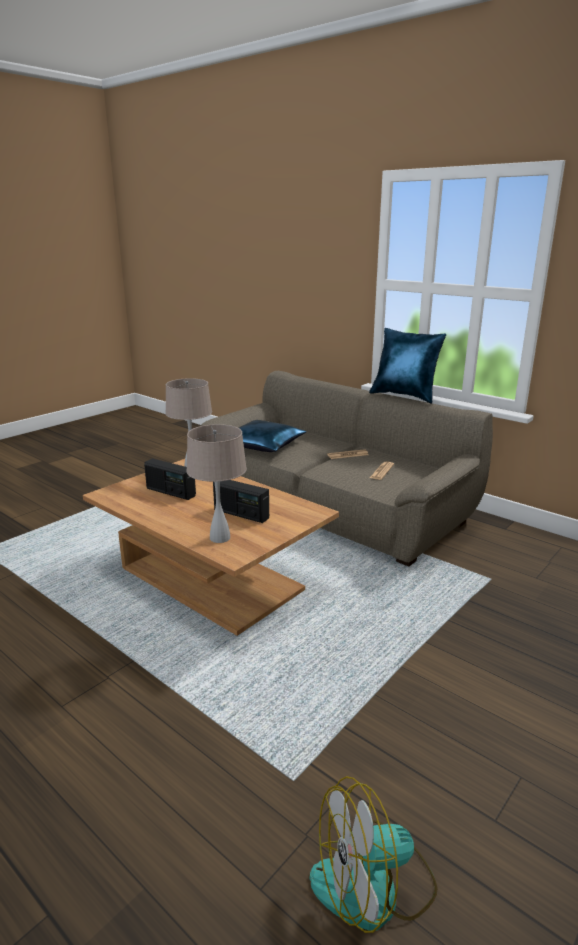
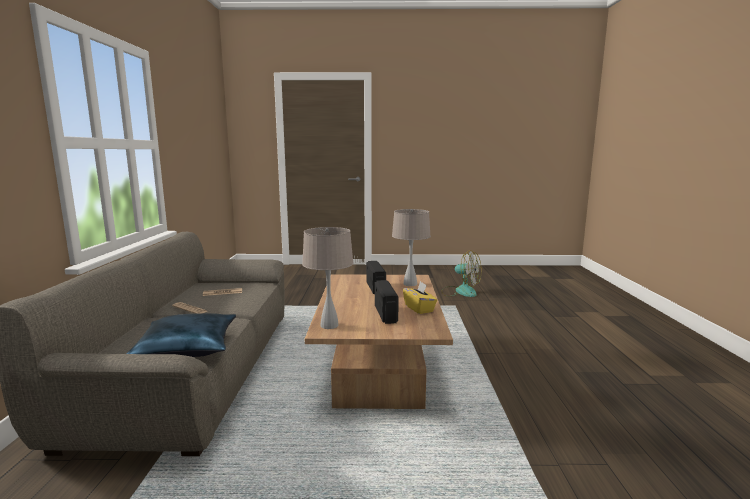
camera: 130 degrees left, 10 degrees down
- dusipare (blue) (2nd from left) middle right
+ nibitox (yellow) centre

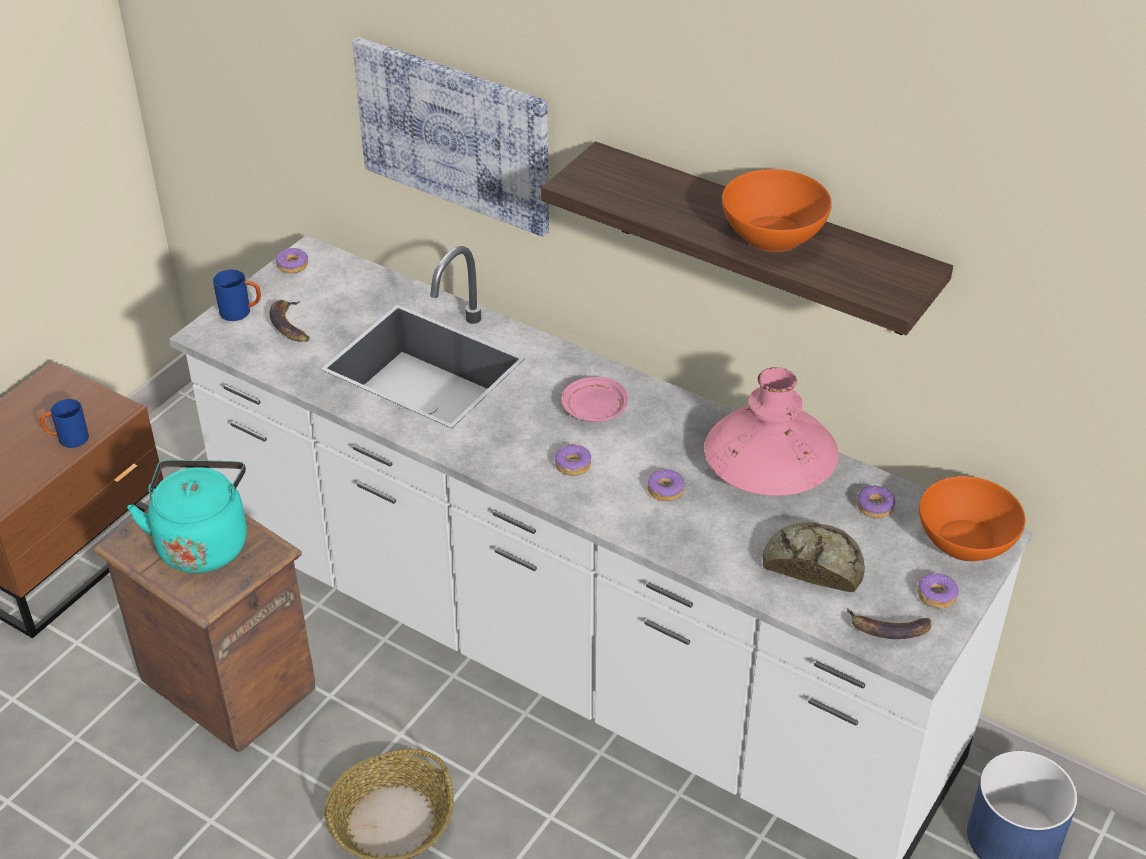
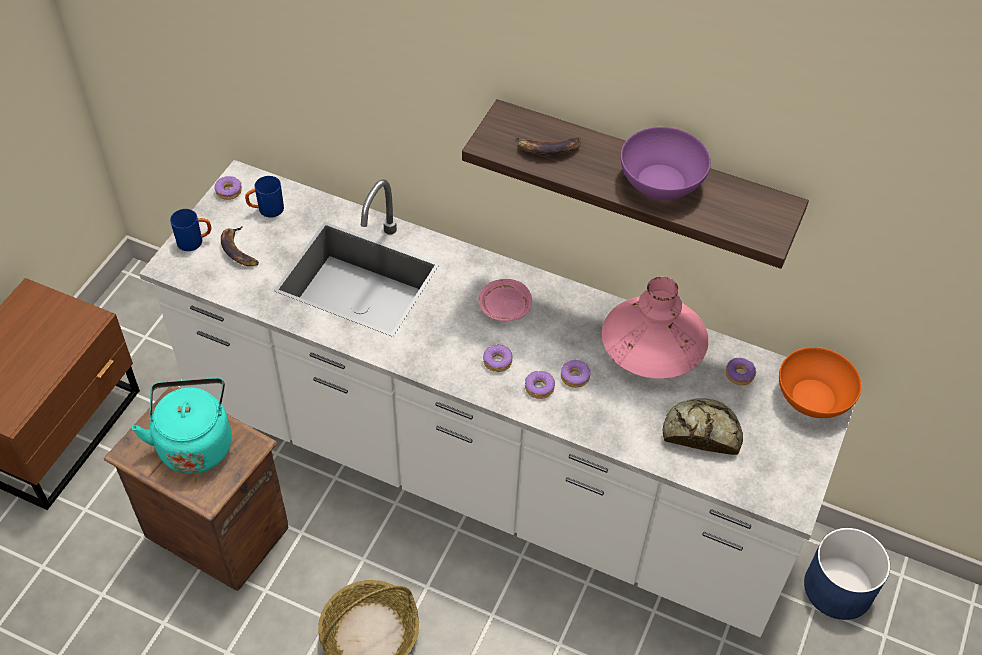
camera: 10 degrees left, 10 degrees up
- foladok top centre
~ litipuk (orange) (1st from left) top right to litipuk (purple) top right
~ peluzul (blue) (1st from left in the first image) middle left to peluzul (blue) (2nd from left) top left
~ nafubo (5th from left in the first image) bottom right to nafubo (3rd from left) centre
~ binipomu (2nd from left) bottom right to top centre

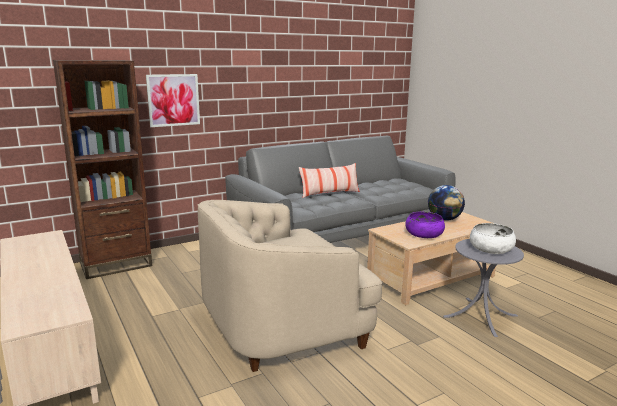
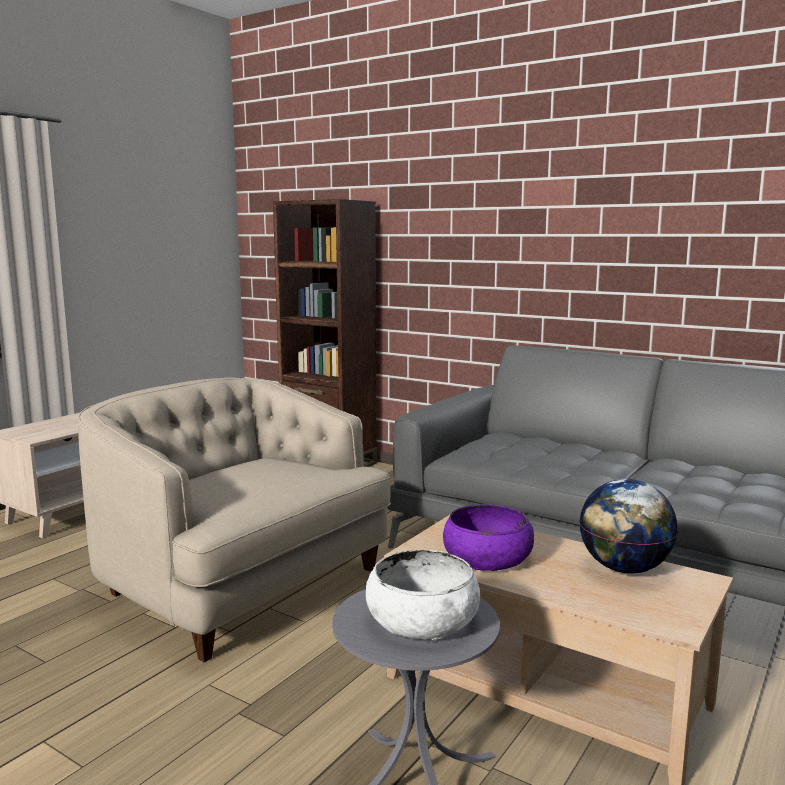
camera: 65 degrees right, 5 degrees down
- foladok top left
- dusipare centre

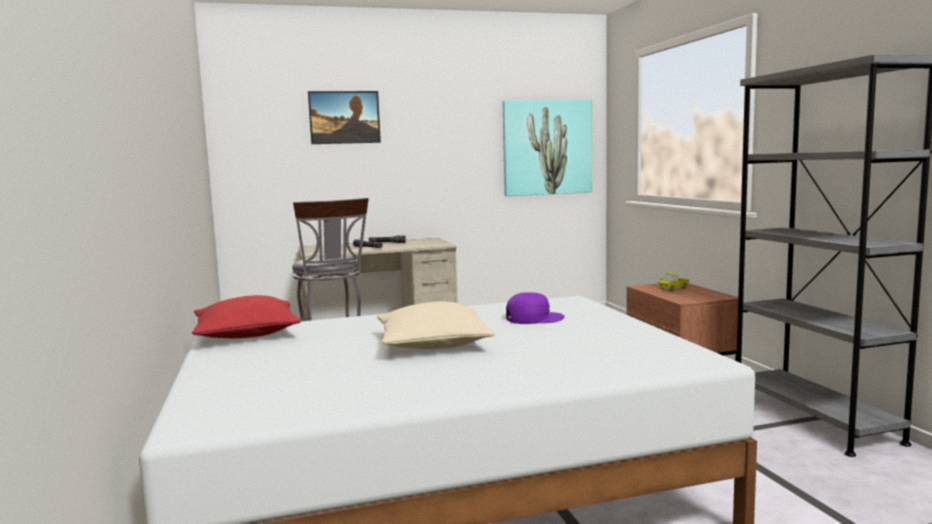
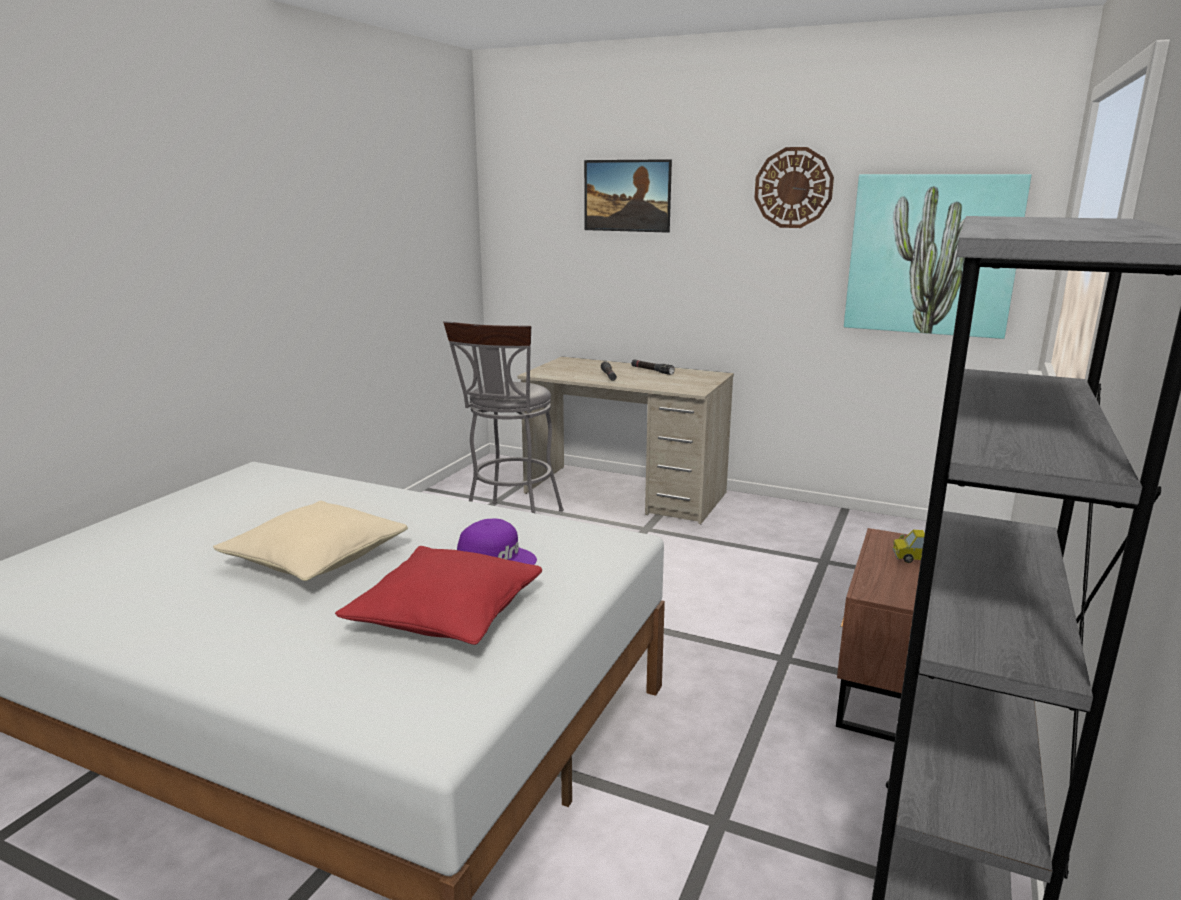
camera: 40 degrees right, 10 degrees up
~ dusipare (red) middle left to centre
+ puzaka top right

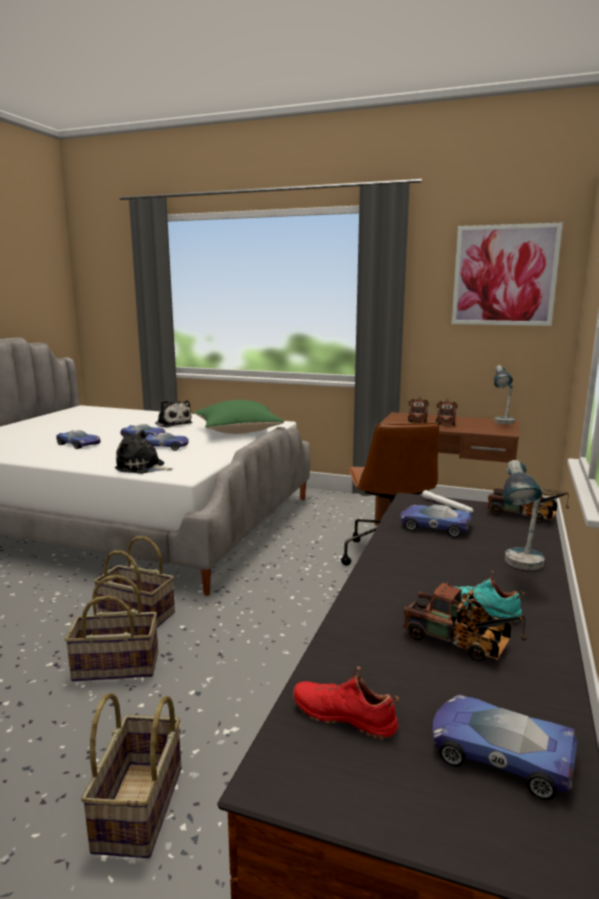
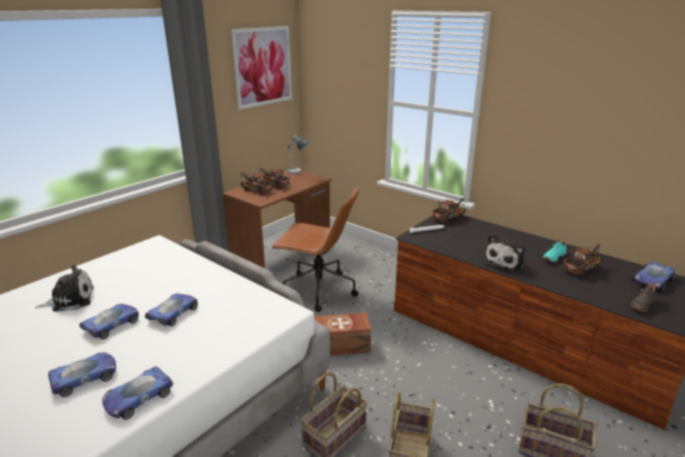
camera: 70 degrees left, 10 degrees up
- dusipare (green) centre
~ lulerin (1st from left in the first image) middle left to lulerin (2nd from left) middle right
- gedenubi (2nd from left) middle right
~ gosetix (4th from left in the first image) middle right to gosetix (3rd from left) bottom left
~ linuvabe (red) bottom centre to linuvabe (black) middle right
+ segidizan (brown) bottom centre

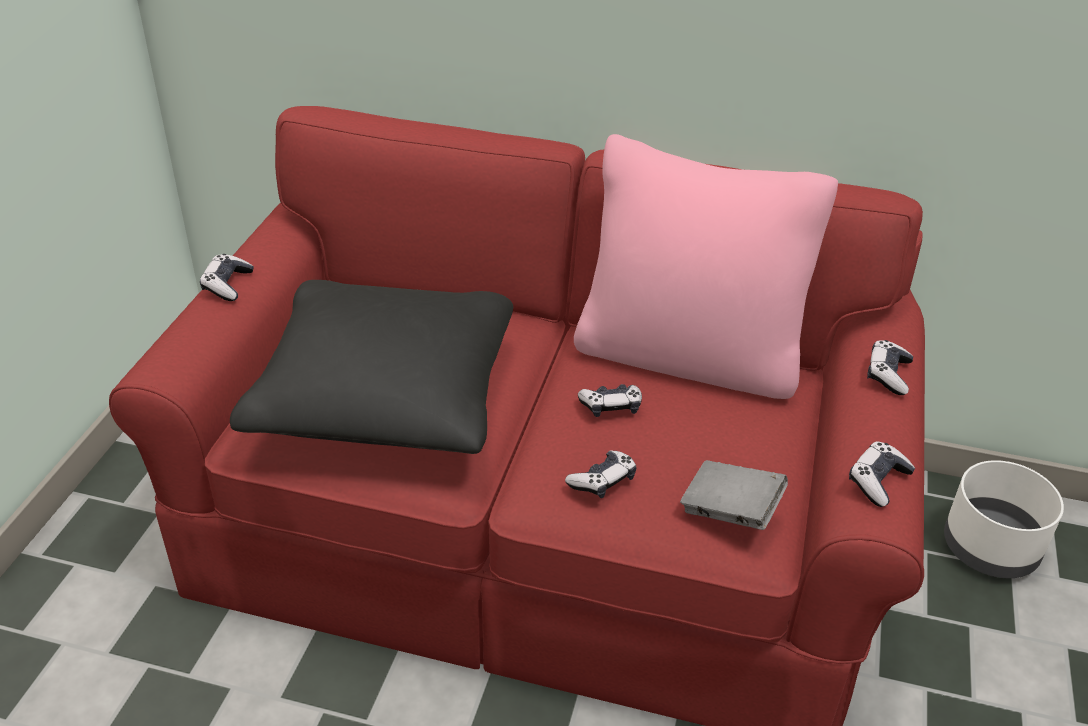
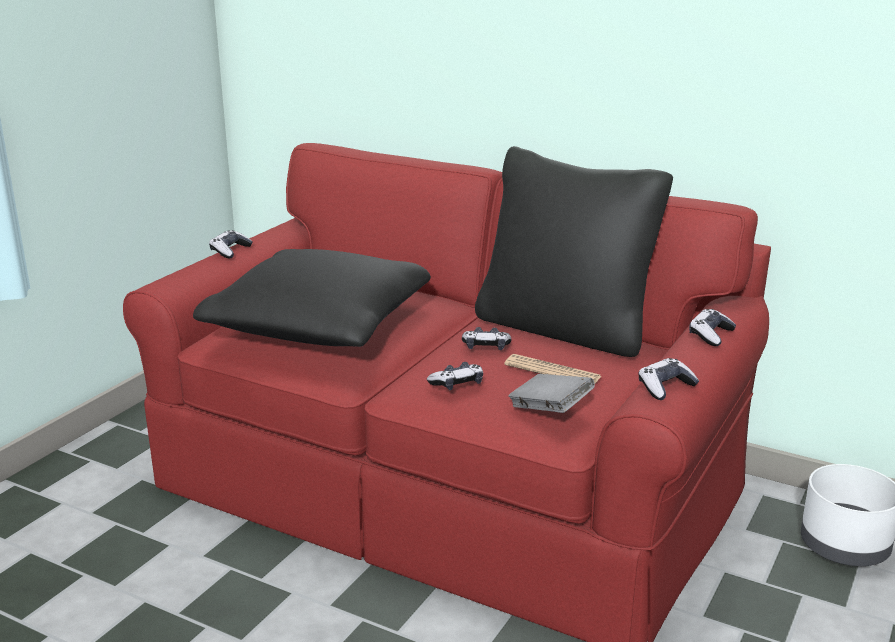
camera: 15 degrees right, 15 degrees down
~ dusipare (pink) centre to dusipare (black) (2nd from left) centre
+ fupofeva centre

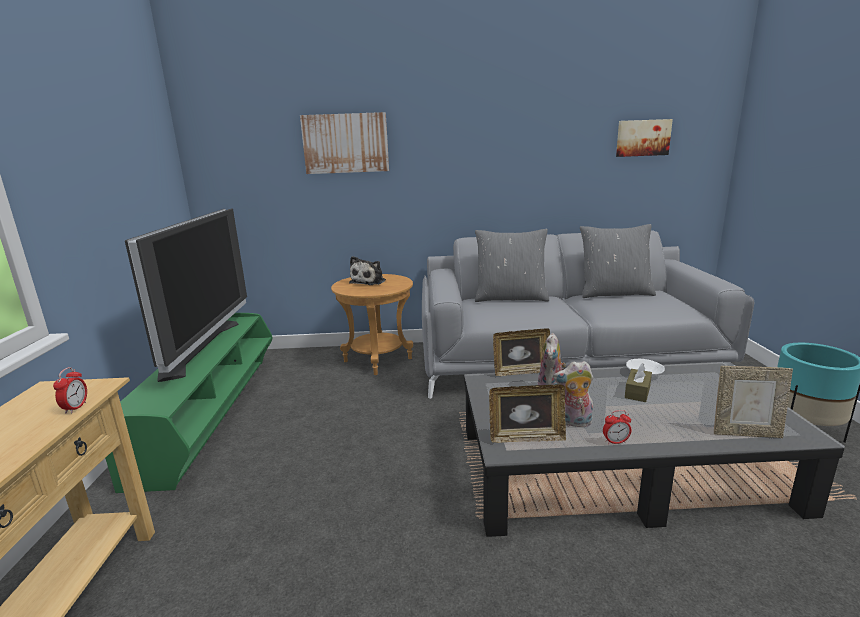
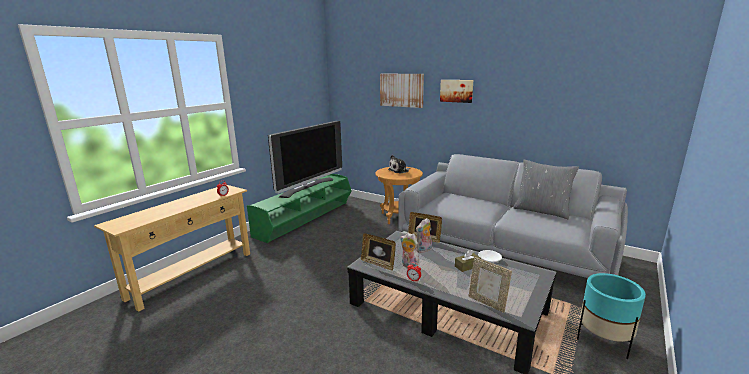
camera: 35 degrees right, 0 degrees up
~ foladok (2nd from left) top right to top centre
- dusipare (grey) (1st from left) centre

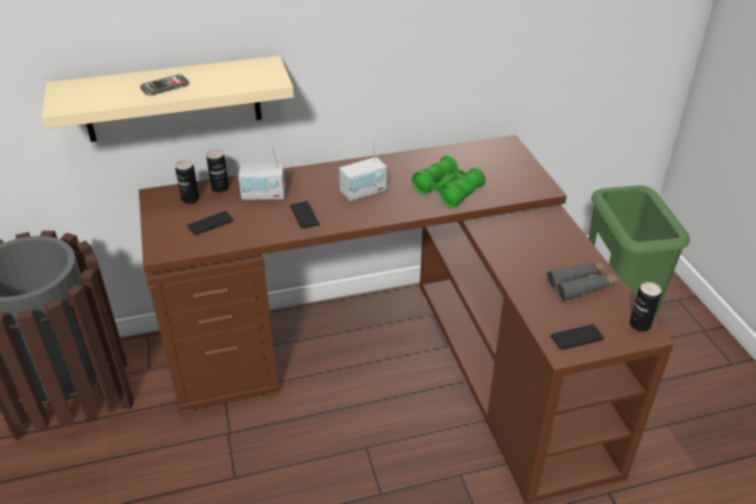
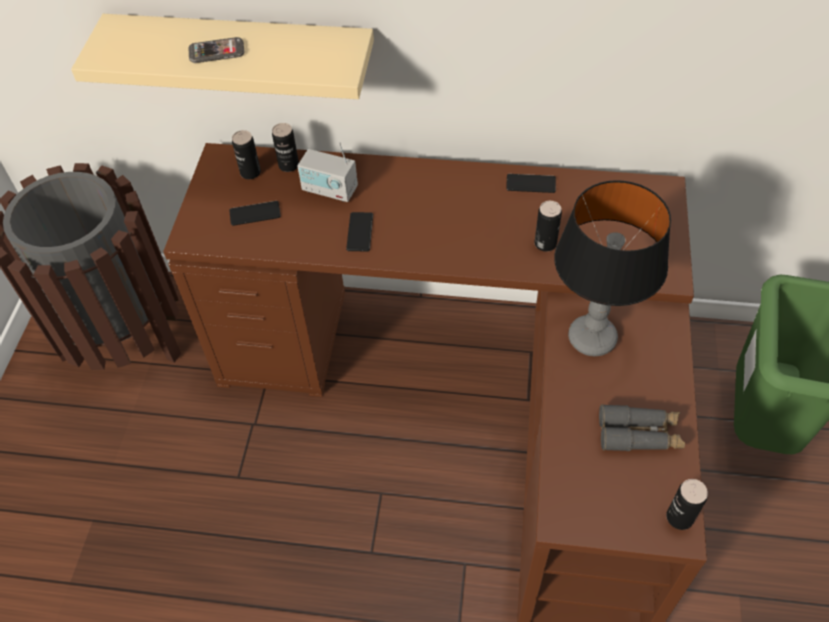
camera: 25 degrees right, 15 degrees up
- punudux (2nd from left) centre
~ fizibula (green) centre to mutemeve (3rd from left) centre
~ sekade (4th from left) bottom right to top centre
+ gedenubi middle right

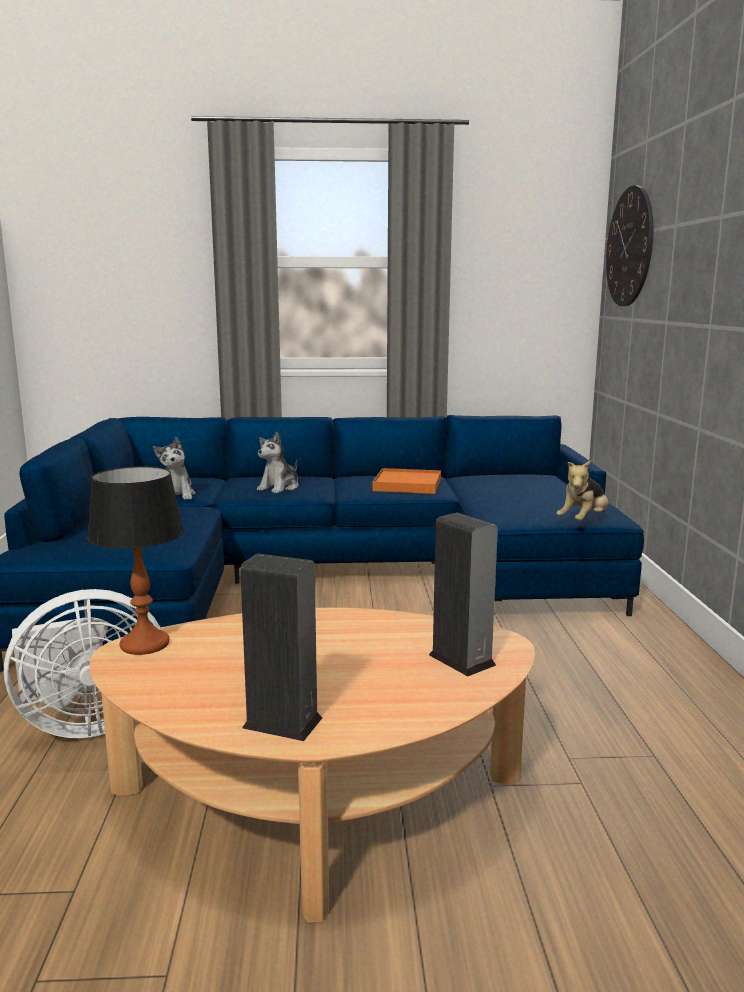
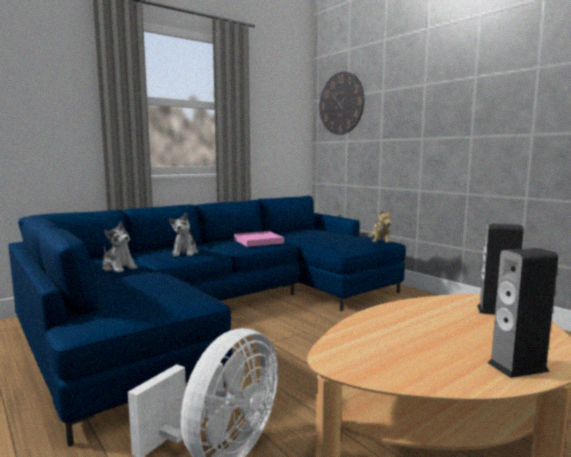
camera: 35 degrees left, 5 degrees down
- gedenubi middle left
~ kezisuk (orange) centre to kezisuk (pink) centre

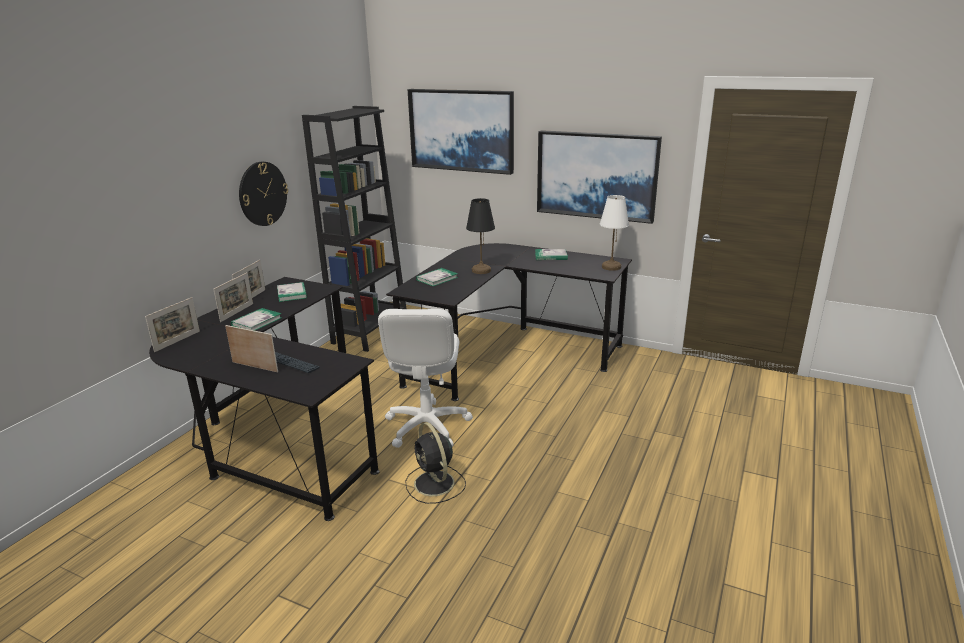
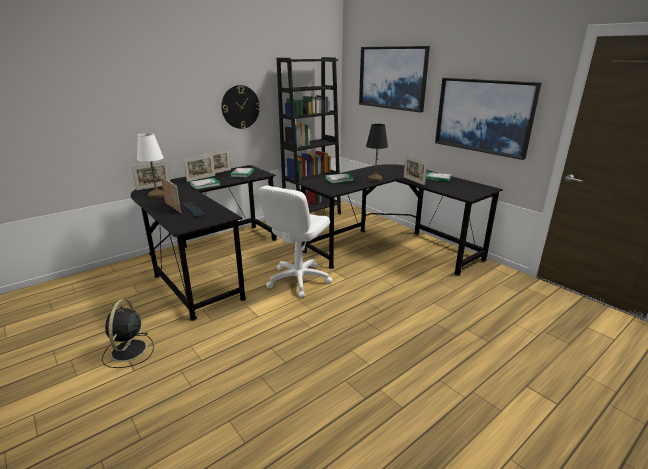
camera: 25 degrees right, 0 degrees up
~ gedenubi (white) centre to middle left
~ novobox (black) bottom centre to bottom left
+ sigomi (5th from left) centre

